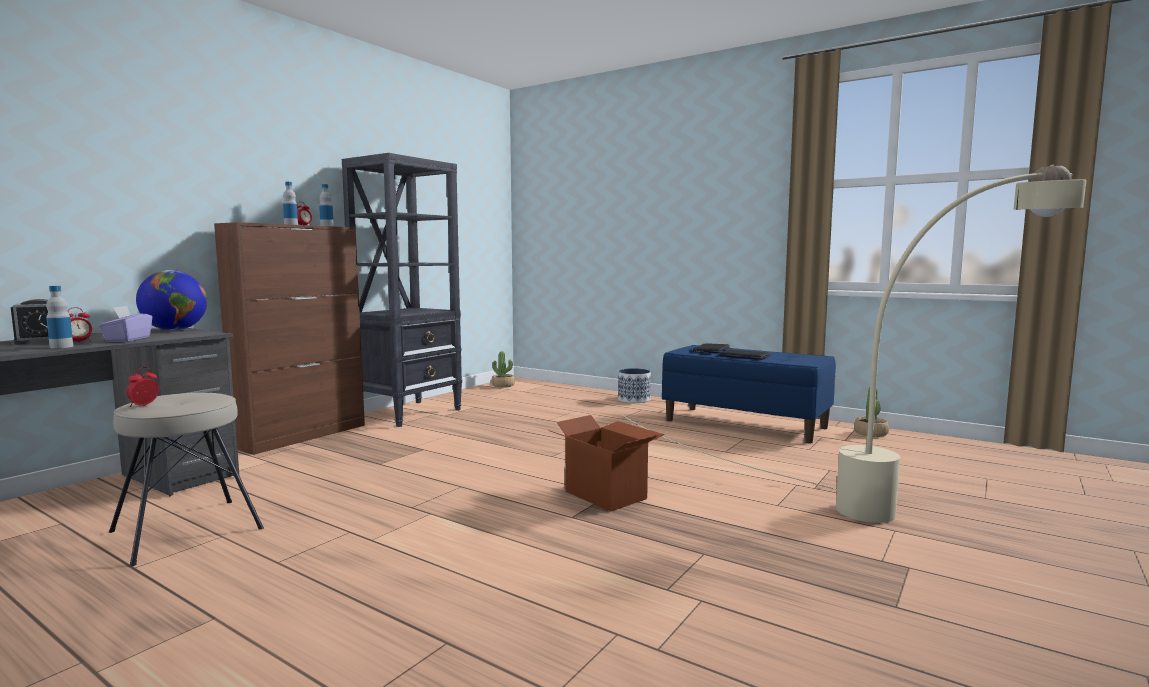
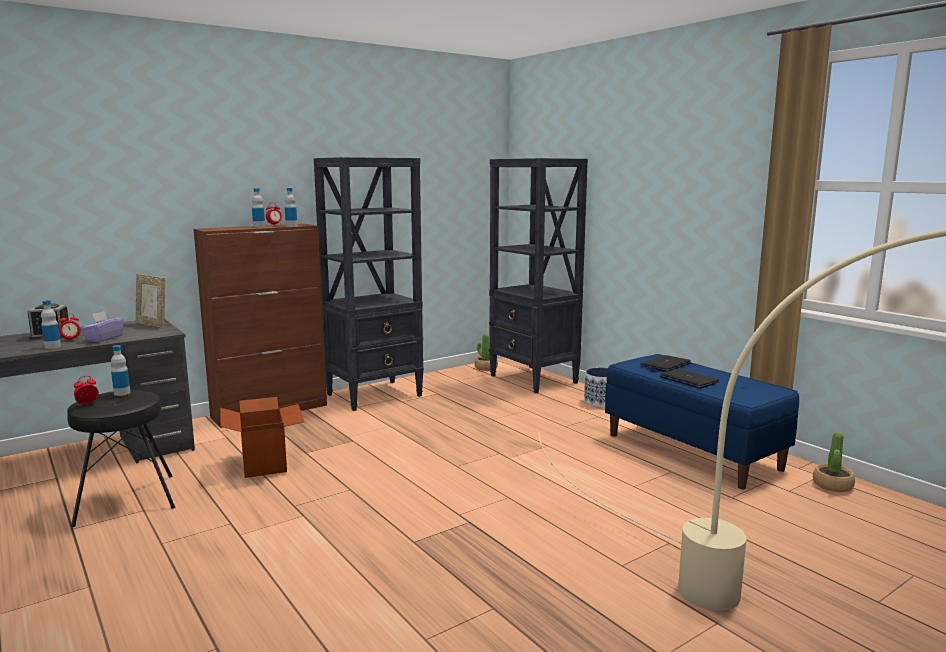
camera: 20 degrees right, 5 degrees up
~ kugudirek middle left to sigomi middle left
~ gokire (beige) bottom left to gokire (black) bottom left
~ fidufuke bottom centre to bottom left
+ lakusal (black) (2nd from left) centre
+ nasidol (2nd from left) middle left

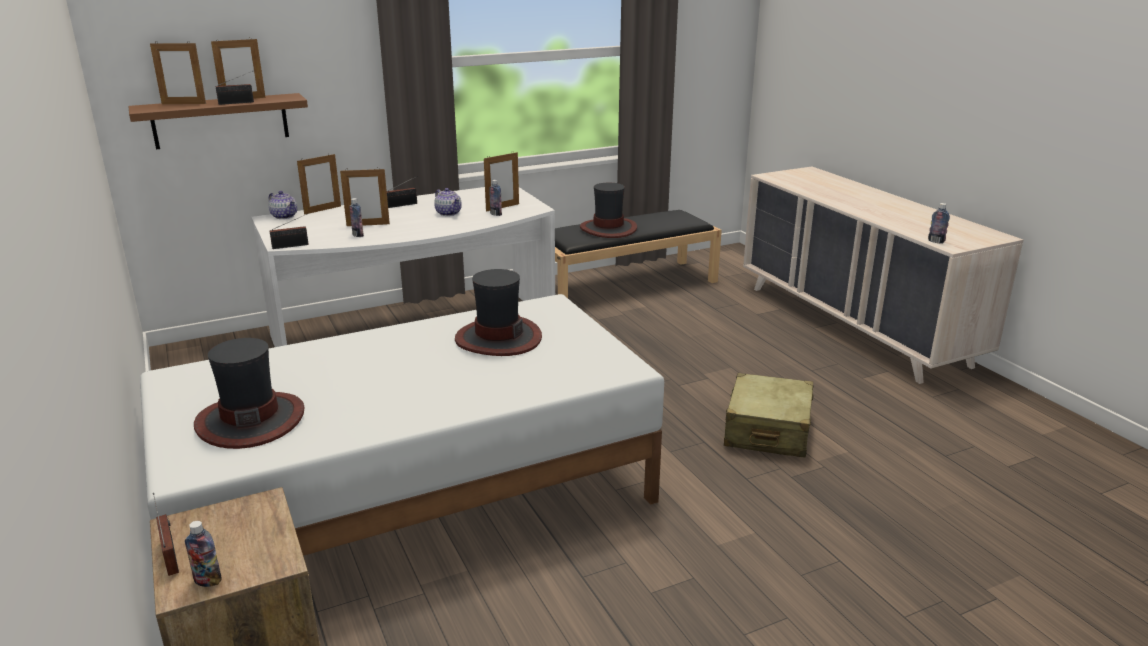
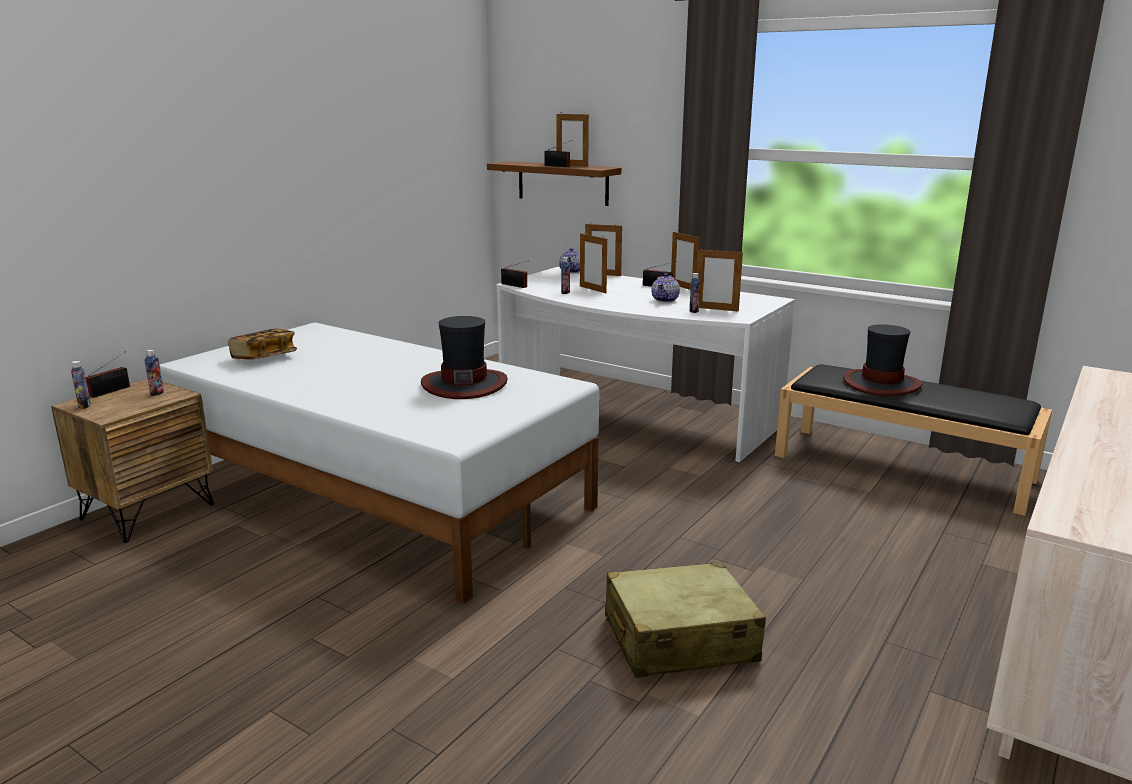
camera: 60 degrees right, 5 degrees down
~ sigomi (1st from left in the first image) top left to sigomi (4th from left) top centre
~ nasidol (4th from left in the first image) middle right to nasidol (2nd from left) middle left
~ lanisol (1st from left) middle left to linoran middle left

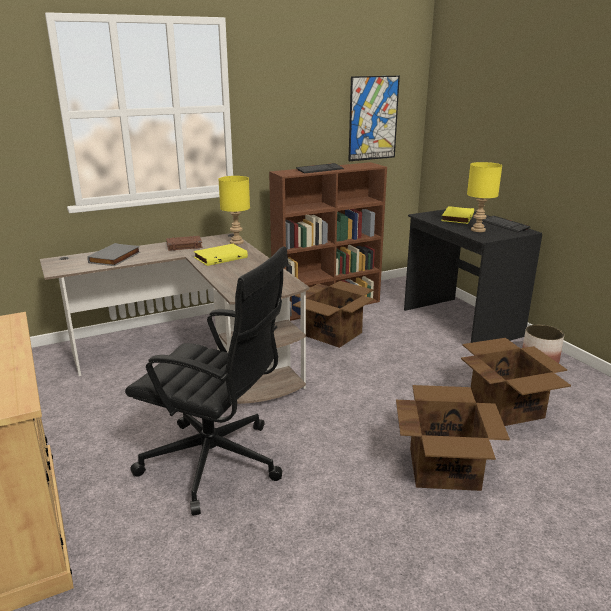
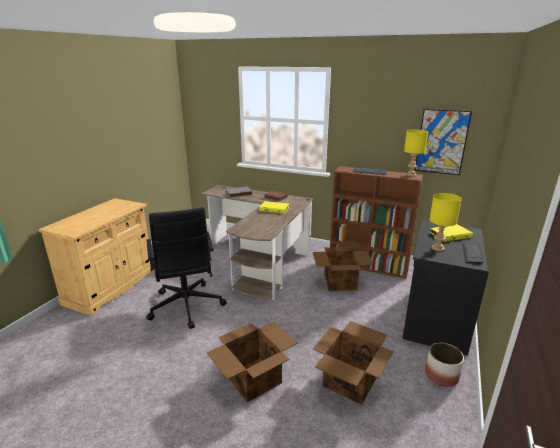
camera: 50 degrees right, 0 degrees up
~ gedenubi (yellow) (1st from left) centre to middle right

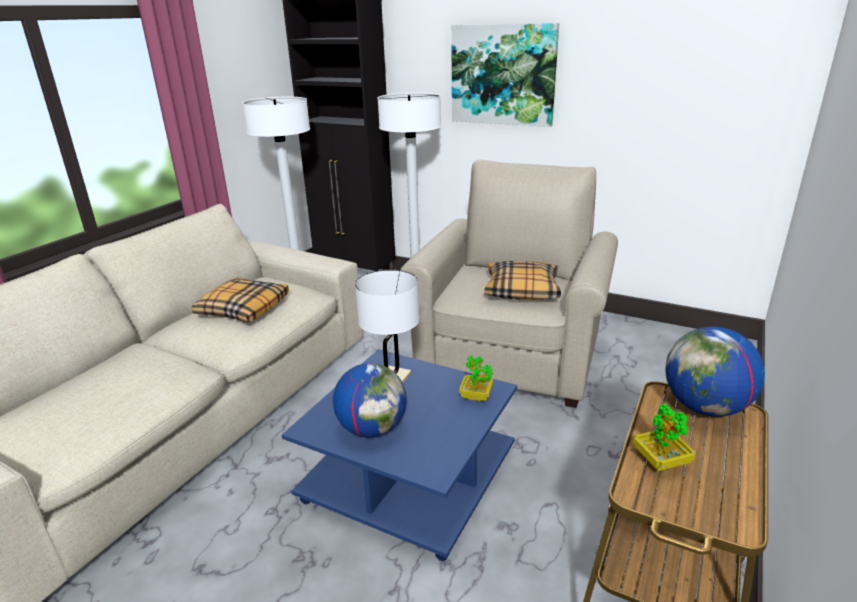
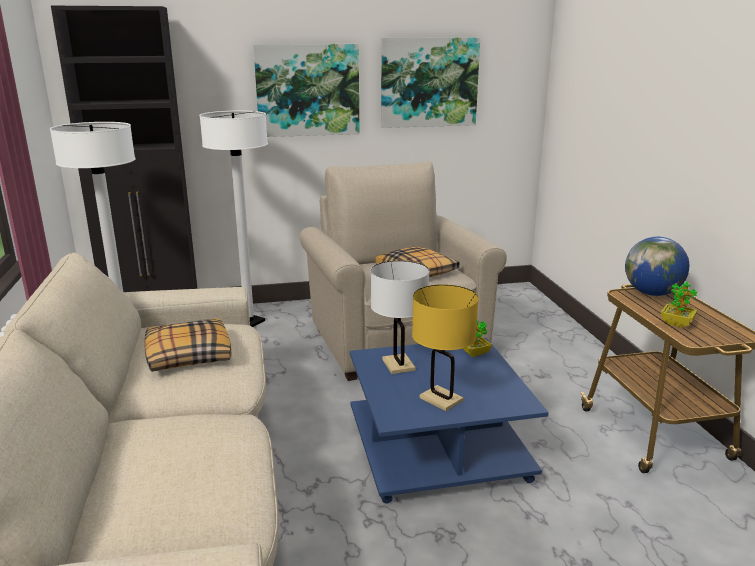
camera: 40 degrees left, 5 degrees down
~ kugudirek (1st from left) centre to gedenubi (yellow) centre
+ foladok (2nd from left) top centre

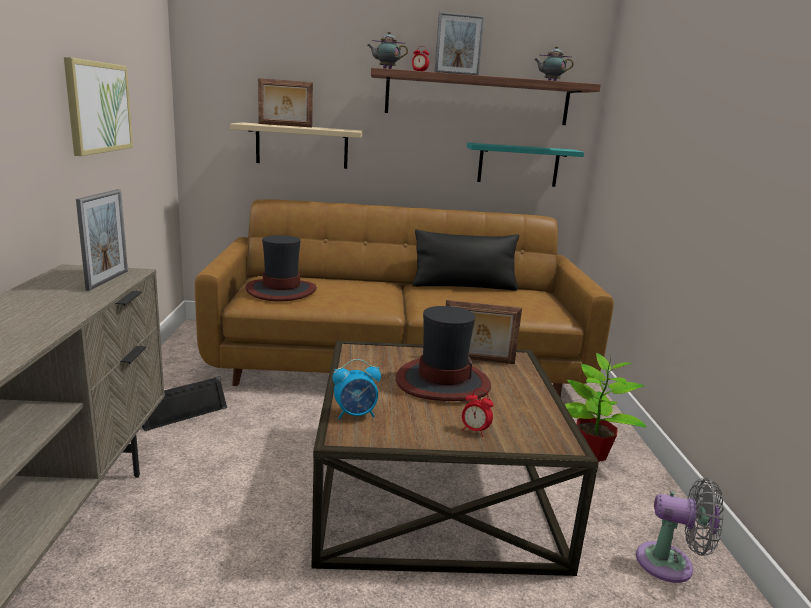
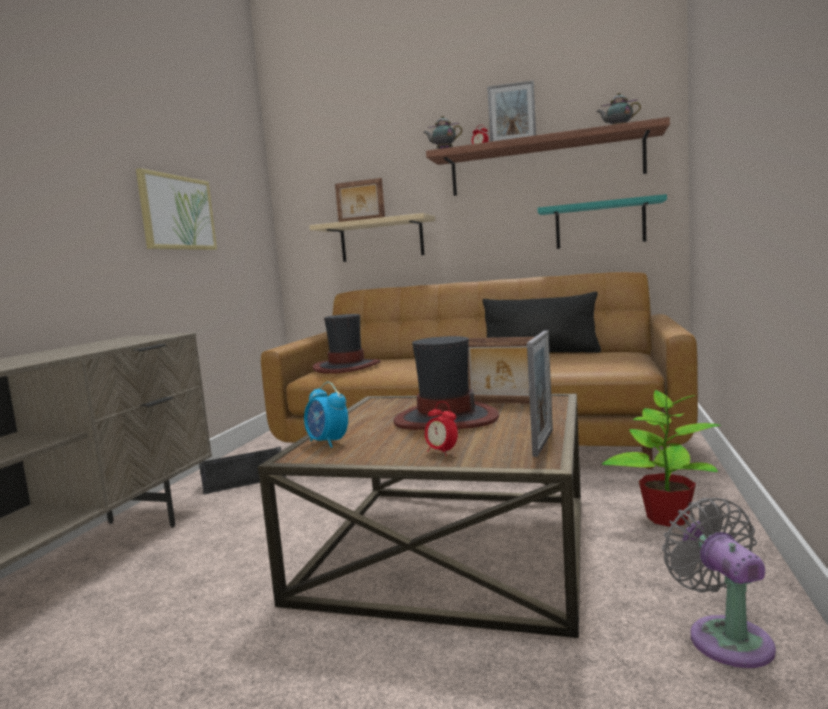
camera: 20 degrees right, 10 degrees down
~ sigomi (1st from left in the first image) middle left to sigomi (4th from left) centre
~ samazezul (1st from left) centre = centre 45 degrees clockwise
~ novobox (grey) bottom right = bottom right 135 degrees counterclockwise

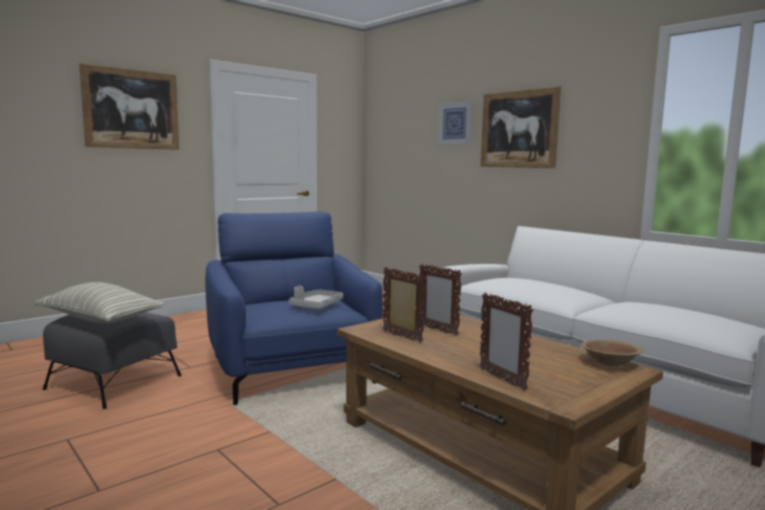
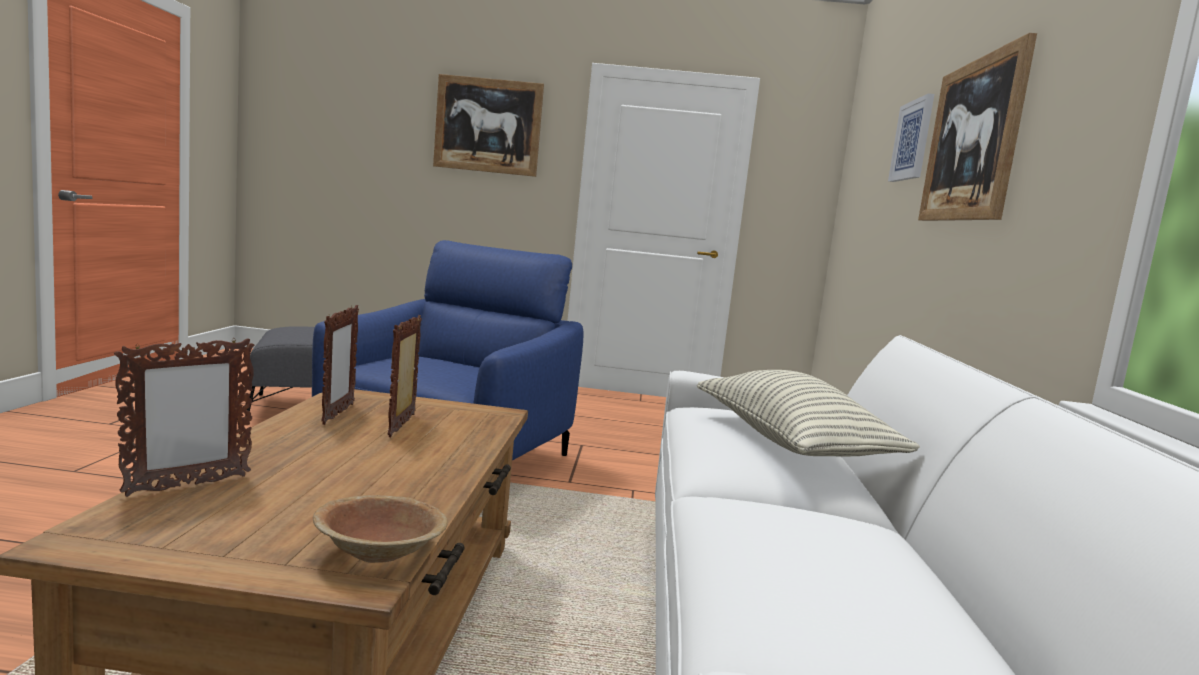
camera: 45 degrees right, 0 degrees up
~ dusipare middle left to middle right
- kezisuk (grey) centre
~ sigomi (3rd from left in the first image) bottom centre = middle left 150 degrees counterclockwise

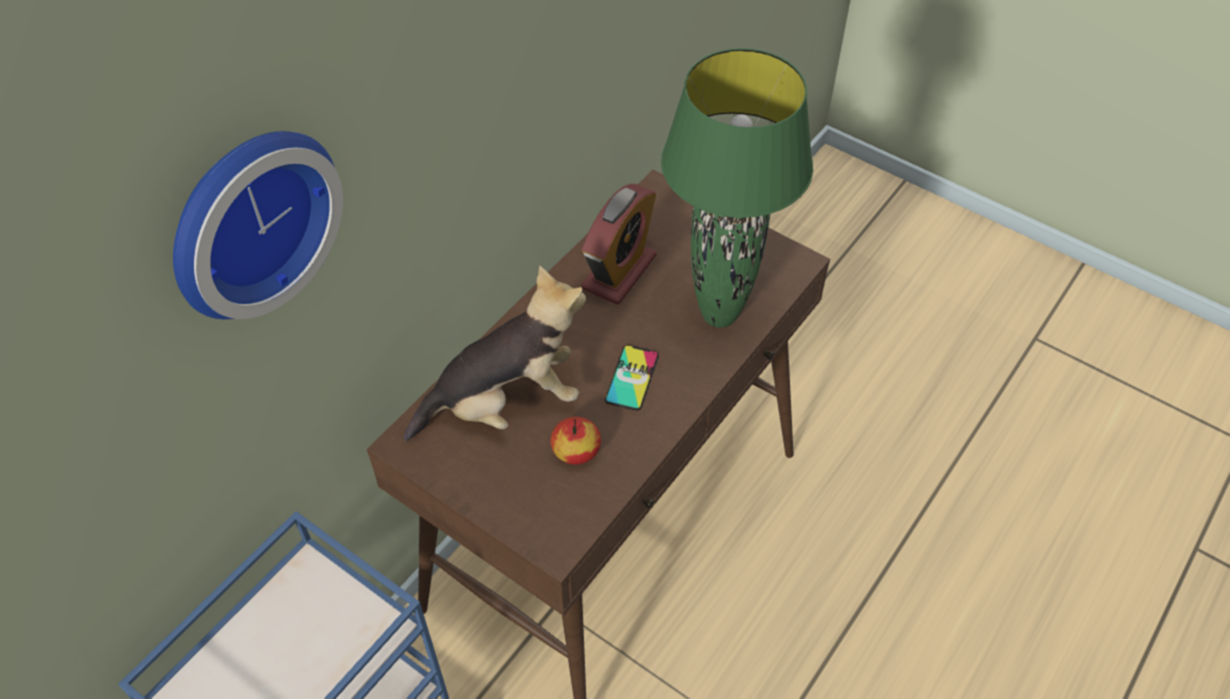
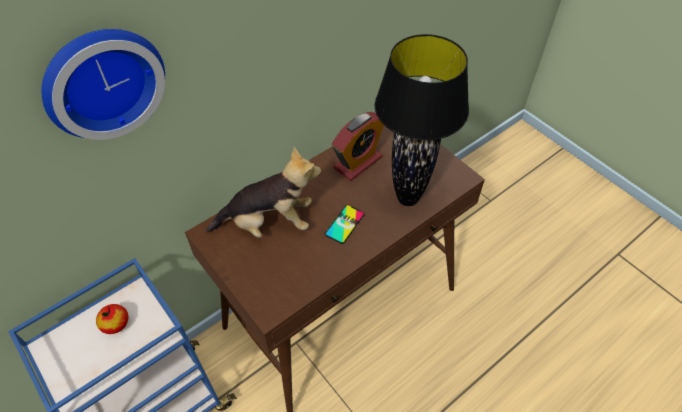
camera: 15 degrees right, 0 degrees up
~ gedenubi (green) top centre to gedenubi (black) top centre
~ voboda centre to bottom left

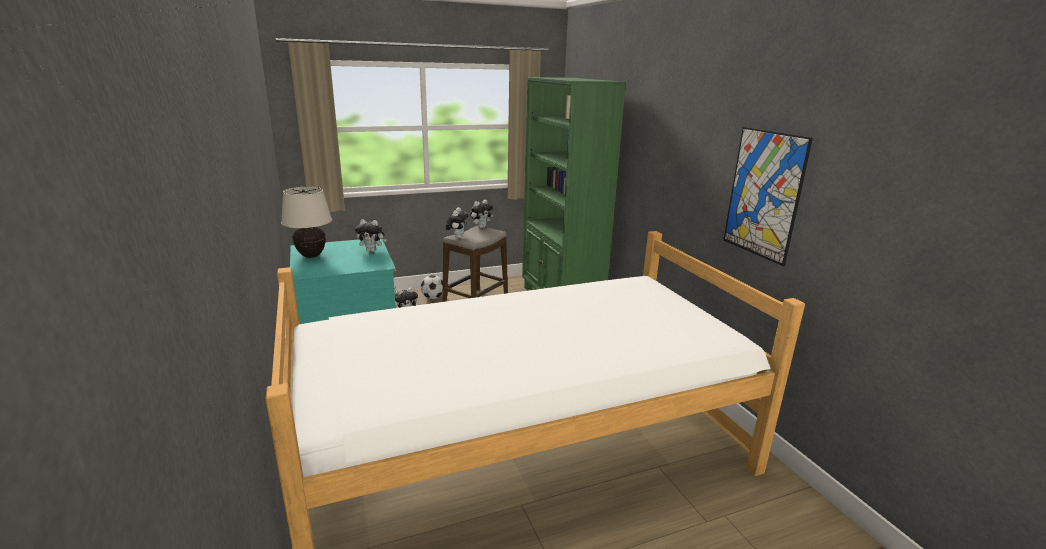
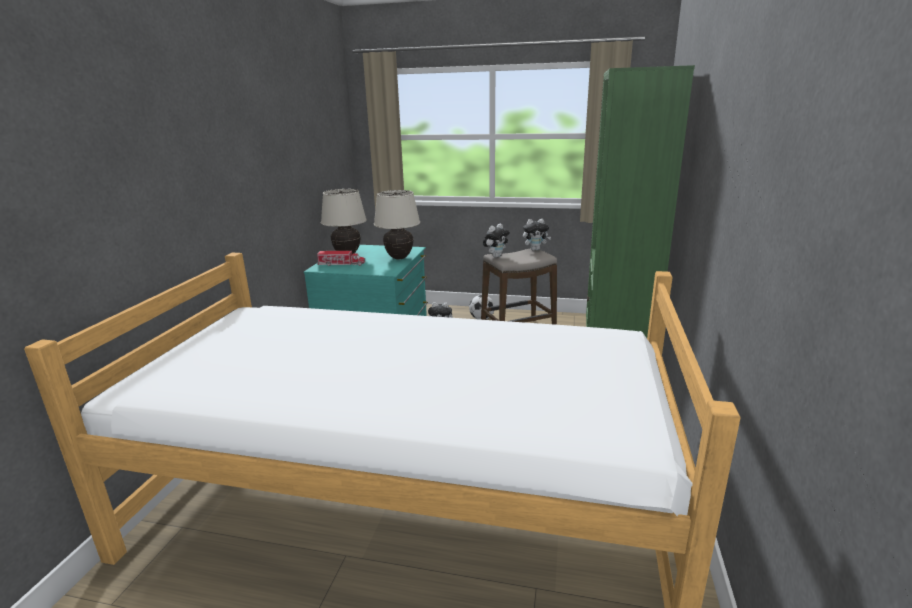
camera: 35 degrees right, 0 degrees up
- foladok middle right
~ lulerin (1st from left) centre to gedenubi (beige) (2nd from left) centre
+ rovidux centre

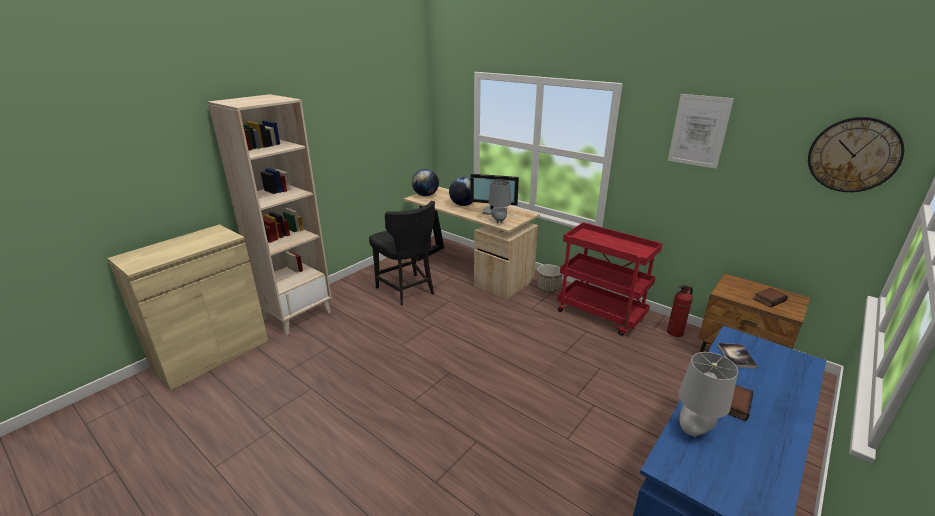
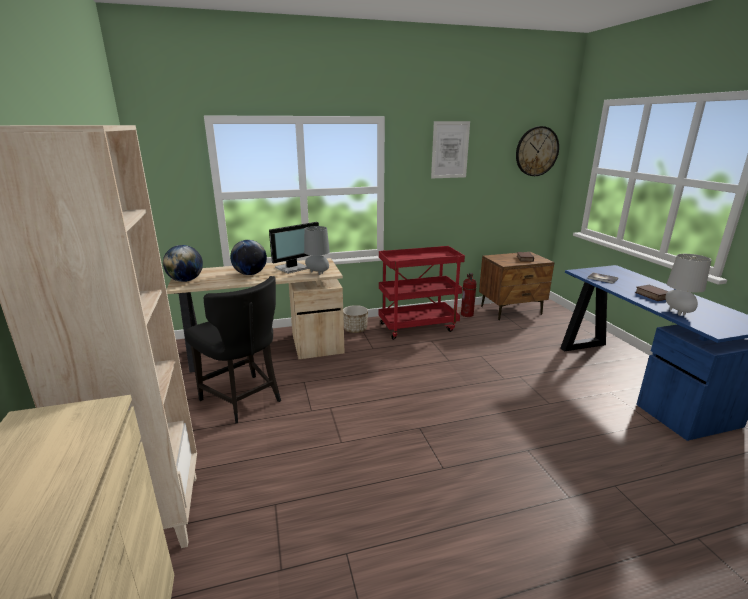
camera: 55 degrees left, 5 degrees down
~ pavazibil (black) centre = middle left 45 degrees clockwise

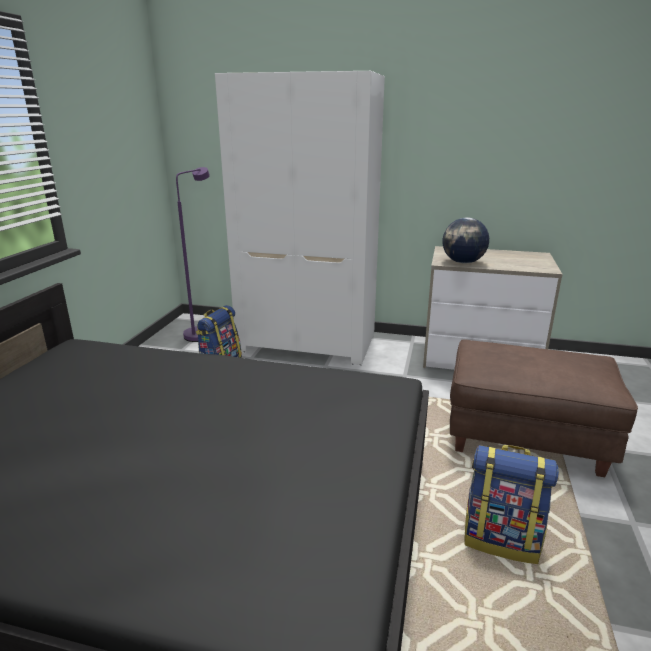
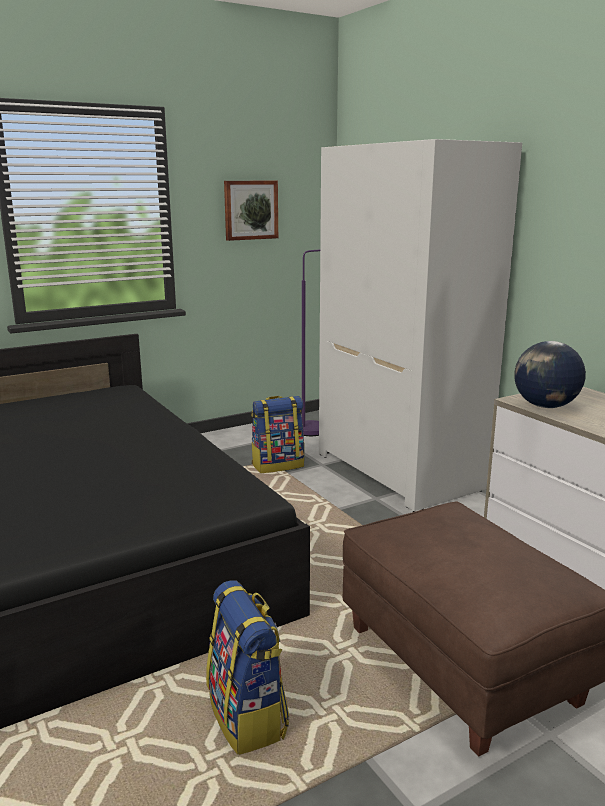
camera: 45 degrees right, 5 degrees down
+ foladok top centre

